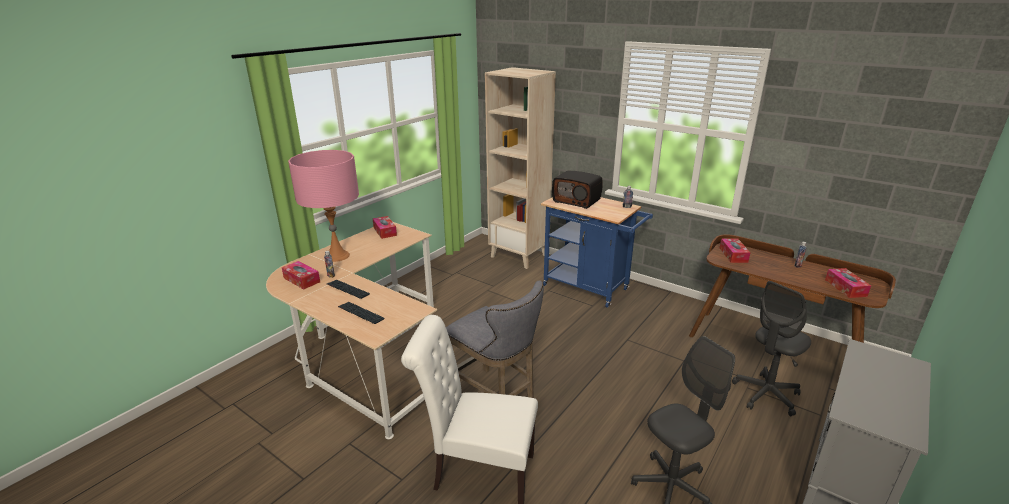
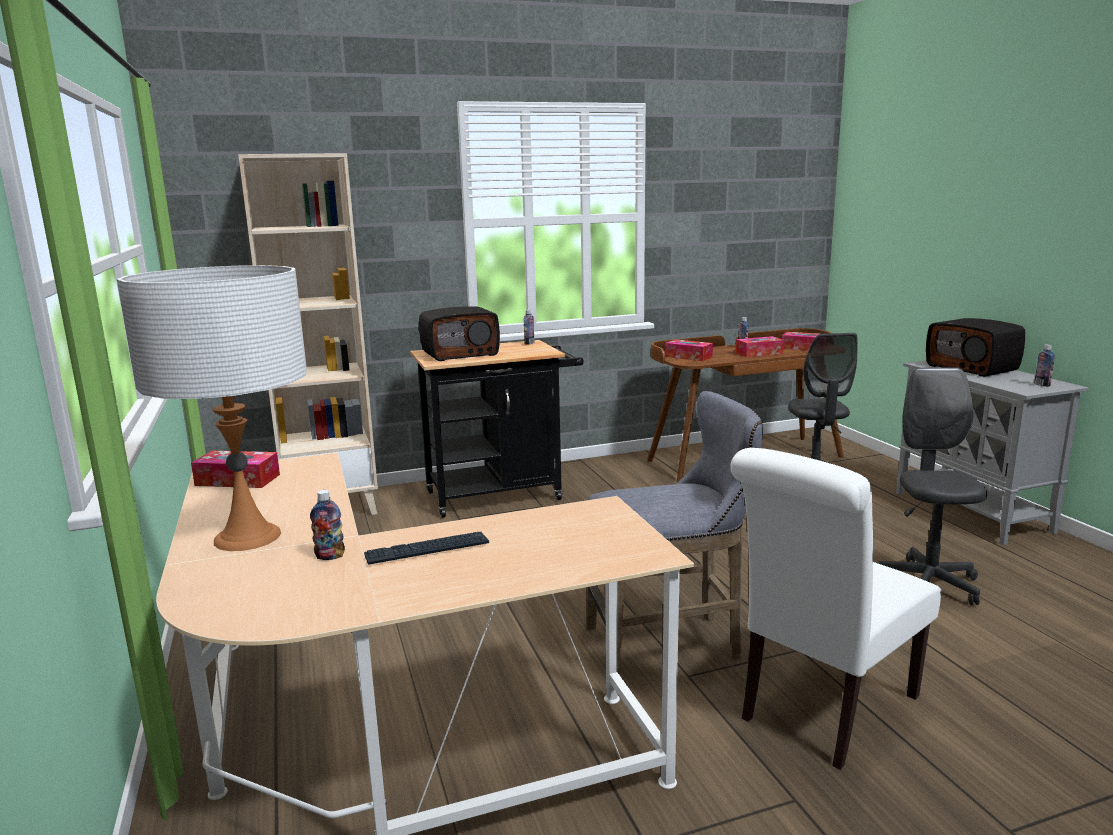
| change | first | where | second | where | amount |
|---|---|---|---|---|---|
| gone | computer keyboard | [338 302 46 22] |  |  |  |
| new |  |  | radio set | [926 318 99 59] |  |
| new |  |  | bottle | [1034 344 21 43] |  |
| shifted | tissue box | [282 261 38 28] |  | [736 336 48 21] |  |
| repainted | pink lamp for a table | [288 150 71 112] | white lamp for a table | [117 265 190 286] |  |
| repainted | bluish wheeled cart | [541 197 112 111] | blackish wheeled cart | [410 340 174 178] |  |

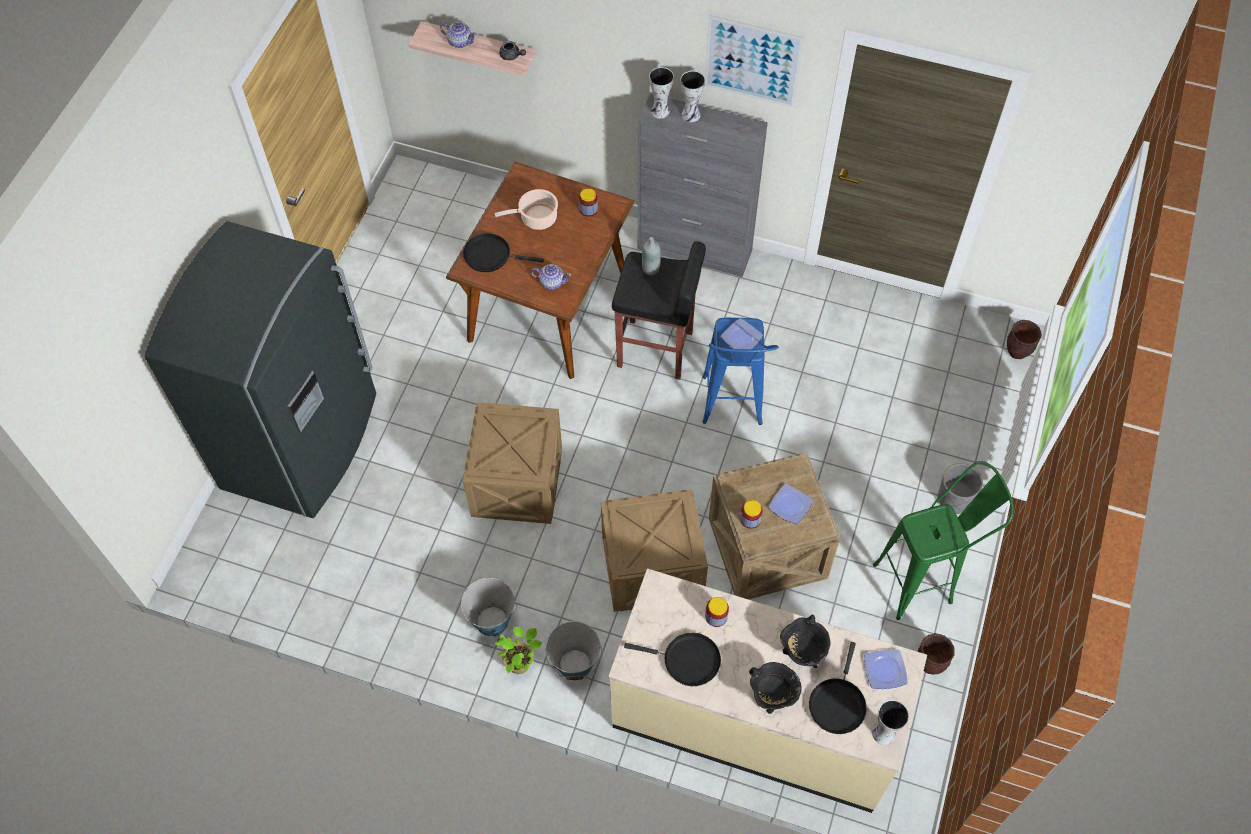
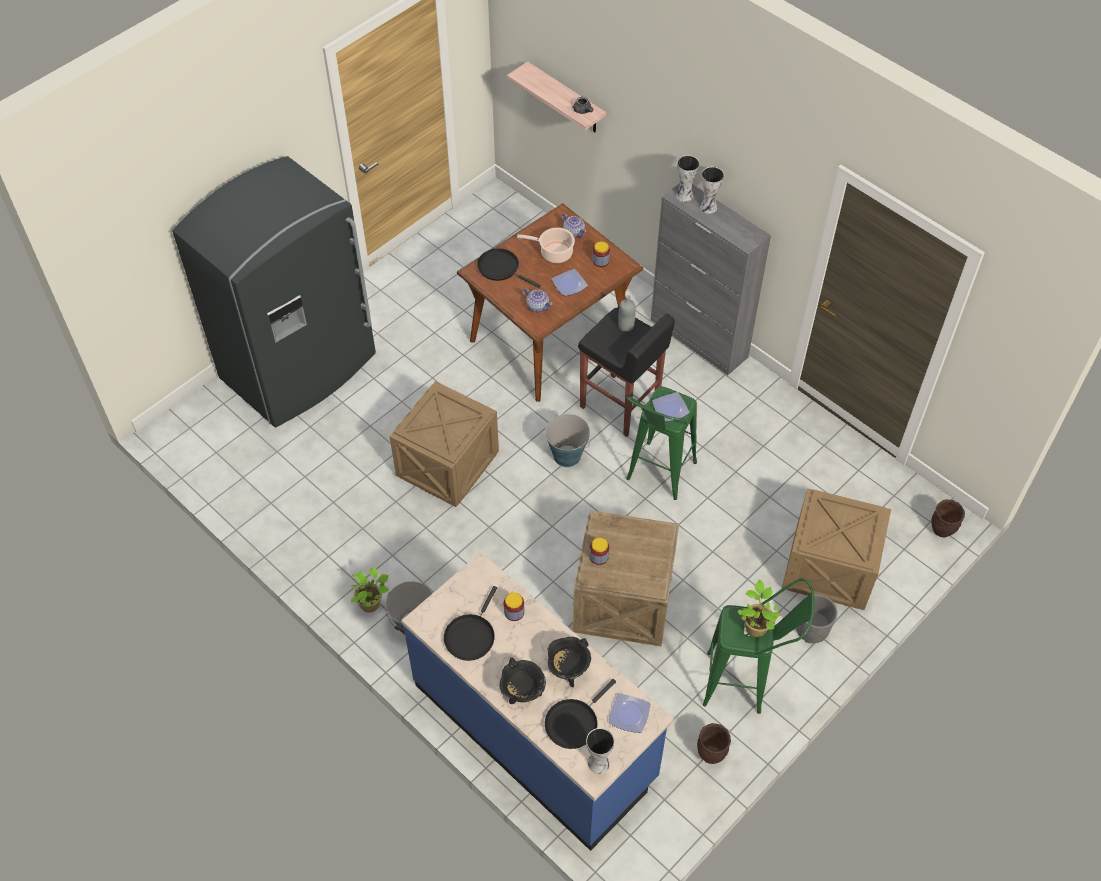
| change | first | where | second | where | amount |
|---|---|---|---|---|---|
| gone | picture | [704 15 100 93] |  |  |  |
| new |  |  | plant in a pot | [738 579 42 58] |  |
| shifted | teapot | [440 22 37 26] |  | [561 213 26 25] |  |
| shifted | pail | [461 578 56 59] |  | [545 414 45 53] |  |
| shifted | crate | [601 490 107 122] |  | [782 488 109 122] |  |
| shifted | dinner plate | [768 484 45 40] |  | [552 269 36 27] |  |
| repainted | beige counter | [608 568 319 245] | bluish counter | [402 552 271 299] |  |
| repainted | bluish stool seat | [702 318 77 107] | greenish stool seat | [626 386 71 114] |  |
| rotated | blackish frying pan | [624 633 97 53] |  | [444 586 53 75] | 75 degrees clockwise |

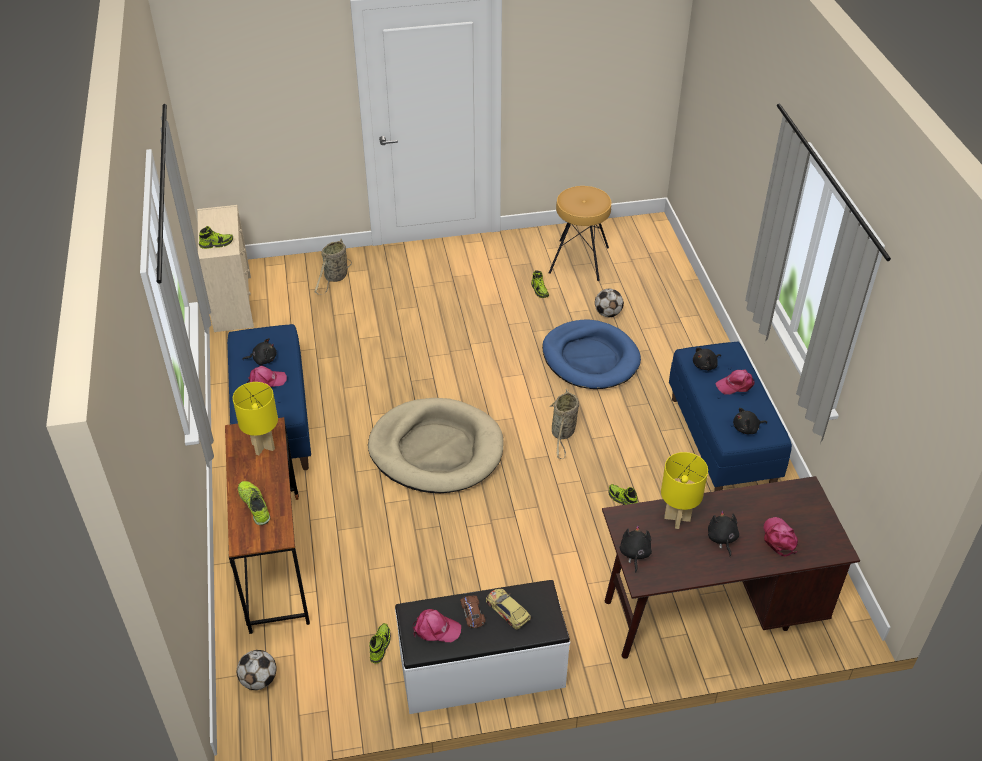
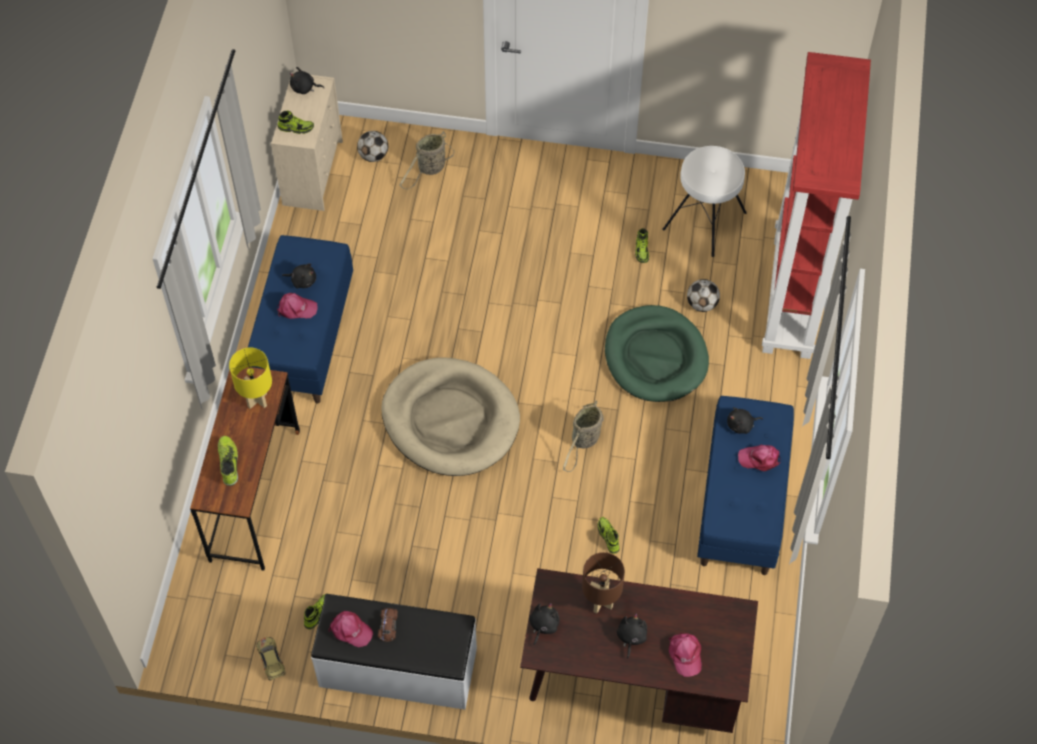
| change | first | where | second | where | amount |
|---|---|---|---|---|---|
| new |  |  | red bookcase | [762 52 109 307] |  |
| shifted | football ball | [237 650 40 40] |  | [357 131 31 31] |  |
| shifted | toy car | [486 589 45 41] |  | [256 637 30 43] |  |
| shifted | blackish soft toy | [733 408 35 26] |  | [290 67 34 27] |  |
| repainted | bluish dog cushion | [542 320 99 69] | greenish dog cushion | [605 305 104 97] |  |
| repainted | brownish stool seat | [549 186 62 95] | white stool seat | [662 146 85 111] |  |
| repainted | yellowish lamp for a table | [661 452 47 77] | brownish lamp for a table | [582 552 43 61] |  |
| rotated | pink cap | [763 517 35 40] |  | [668 633 34 44] | 150 degrees clockwise |

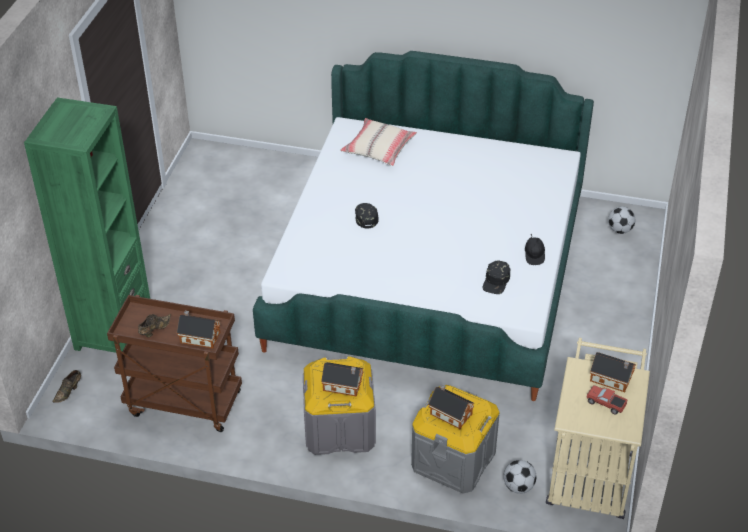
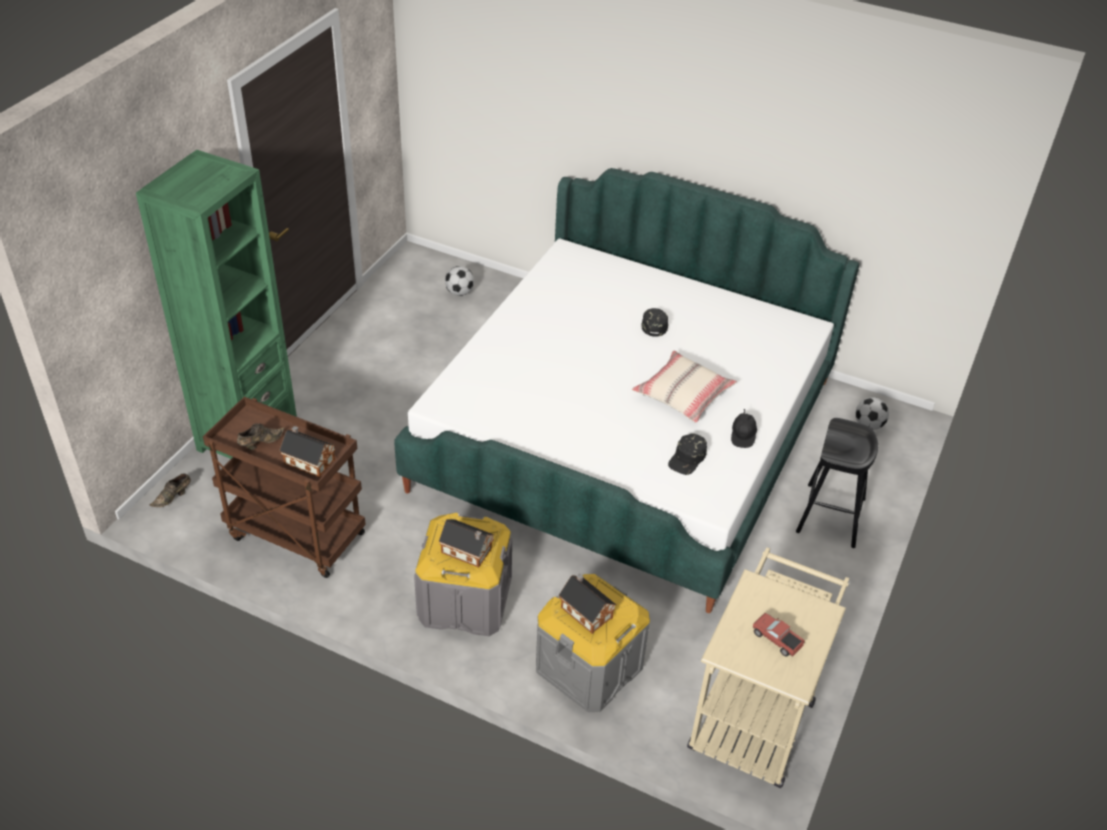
| change | first | where | second | where | amount |
|---|---|---|---|---|---|
| gone | miniature house | [590 352 46 40] |  |  |  |
| new |  |  | blackish stool seat | [796 418 82 130] |  |
| shifted | beige pillow | [340 118 77 48] |  | [632 351 105 72] |  |
| shifted | blackish cap | [355 203 24 26] |  | [641 308 27 29] |  |
| shifted | football ball | [503 460 33 34] |  | [445 266 29 30] |  |

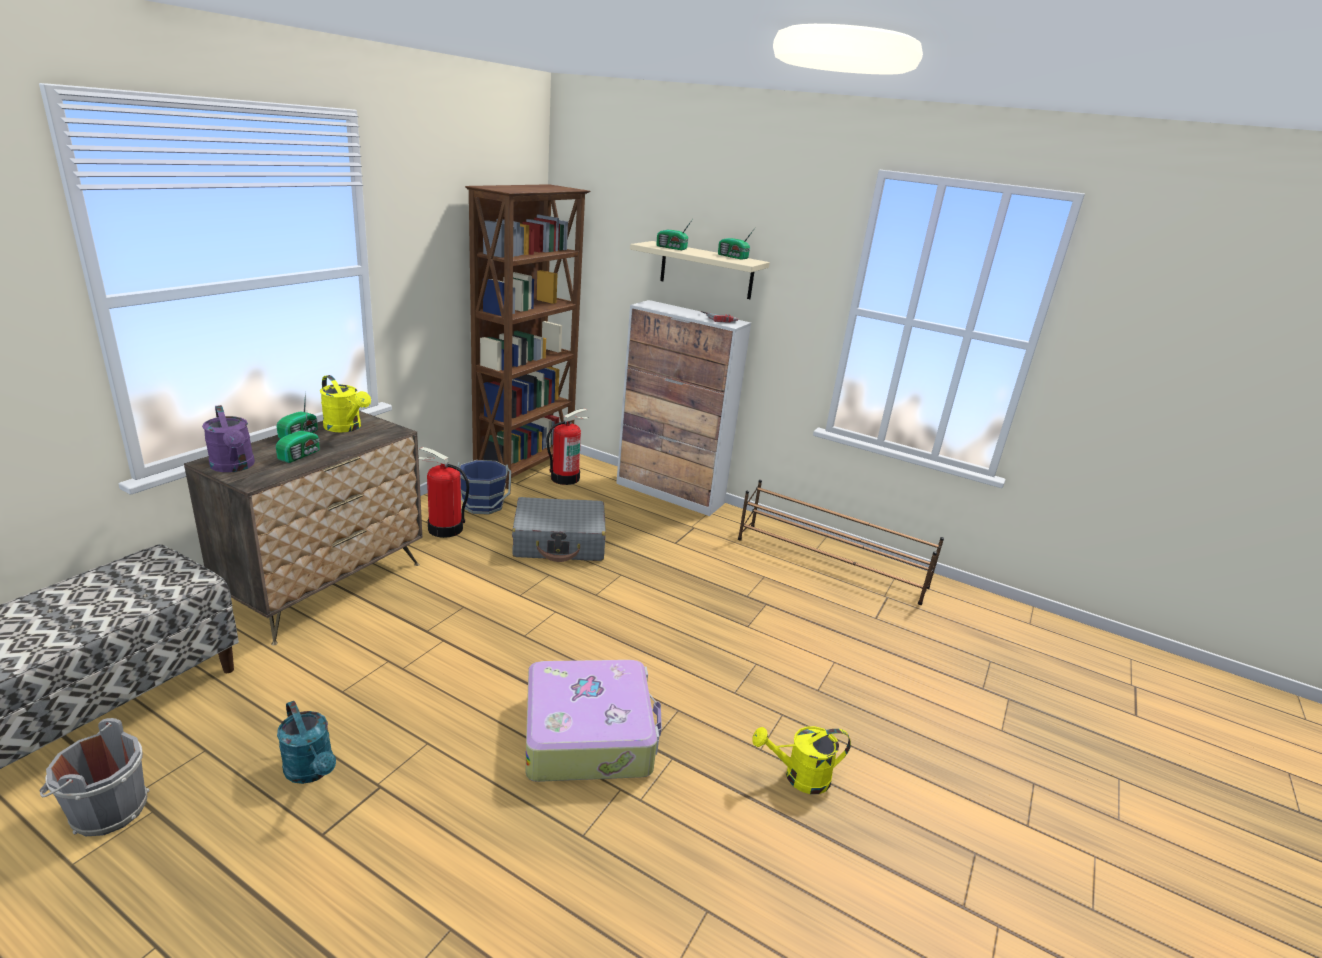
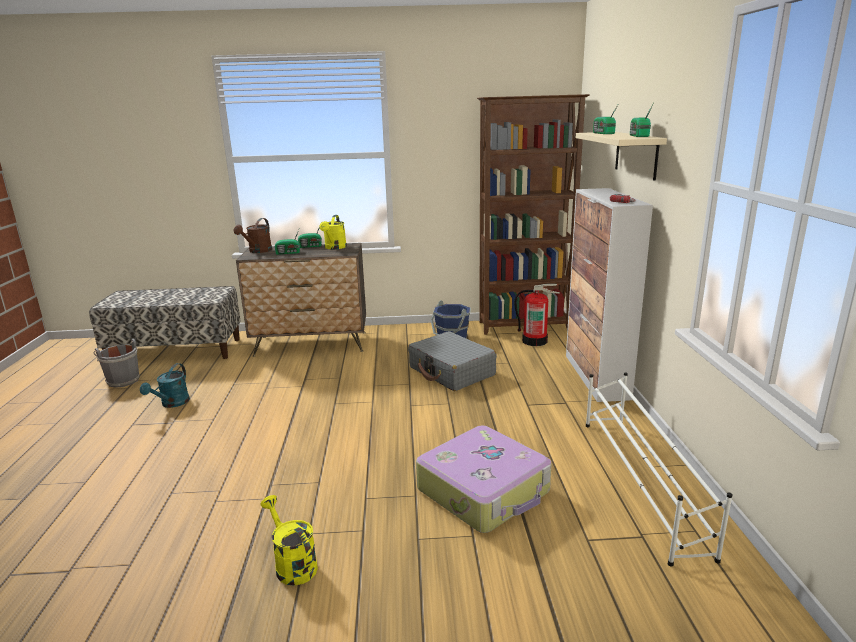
| change | first | where | second | where | amount |
|---|---|---|---|---|---|
| gone | fire-fighting cylinder | [419 447 50 91] |  |  |  |
| shifted | travel case | [525 660 137 122] |  | [416 425 136 108] |  |
| repainted | purple watering can | [202 405 53 67] | brownish watering can | [234 218 38 35] |  |
| repainted | brownish shoe shelf | [738 480 206 125] | white shoe shelf | [586 373 147 193] |  |

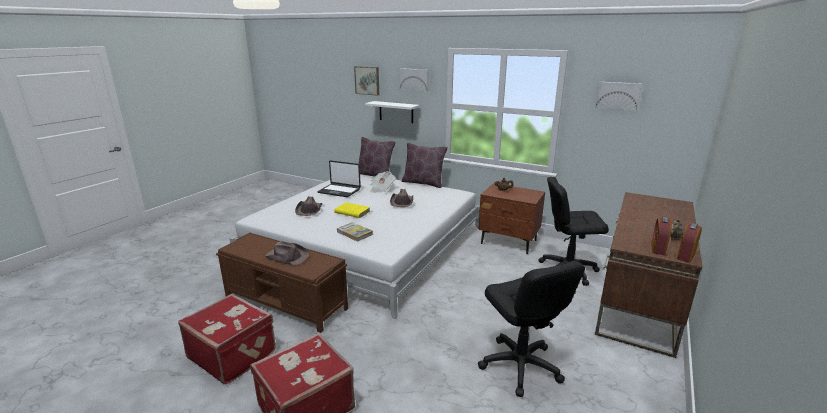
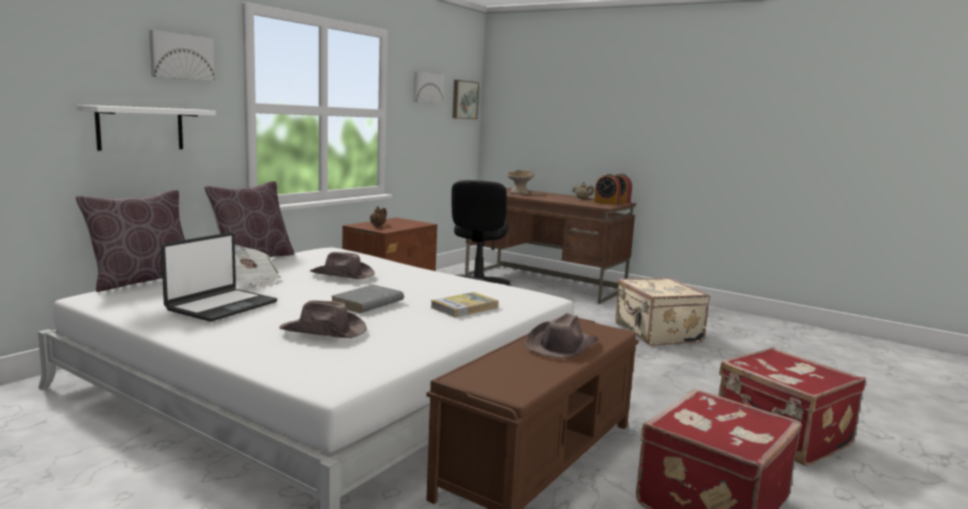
| change | first | where | second | where | amount |
|---|---|---|---|---|---|
| new |  |  | beige serving bowl | [507 170 28 24] |  |
| shifted | picture | [354 66 25 30] |  | [453 80 26 39] |  |
| swapped | blackish desk chair | [478 261 107 136] | beige travel case | [615 278 95 68] |  |
| repainted | yellowish volume | [334 202 37 16] | greyish volume | [332 285 72 28] |  |

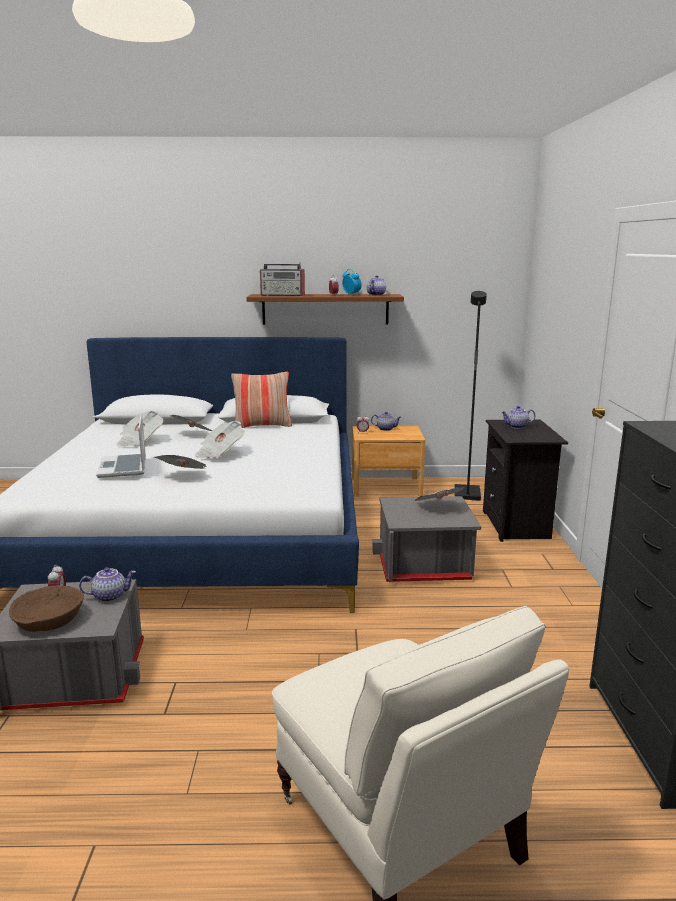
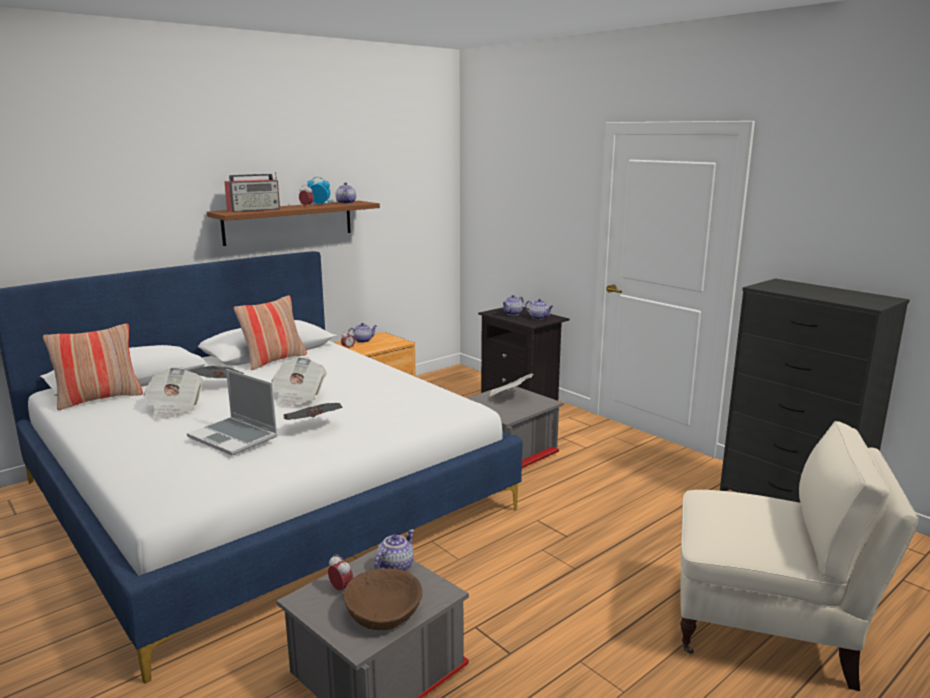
| change | first | where | second | where | amount |
|---|---|---|---|---|---|
| gone | blackish floor lamp | [455 291 32 210] |  |  |  |
| new |  |  | pillow | [43 323 100 87] |  |
| new |  |  | teapot | [525 299 28 21] |  |

